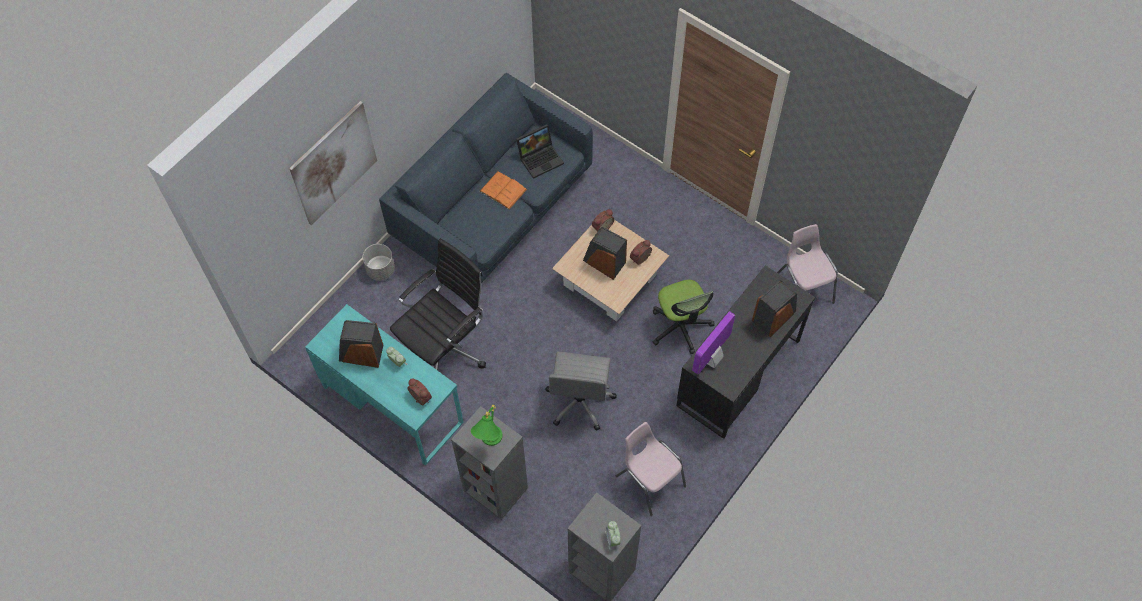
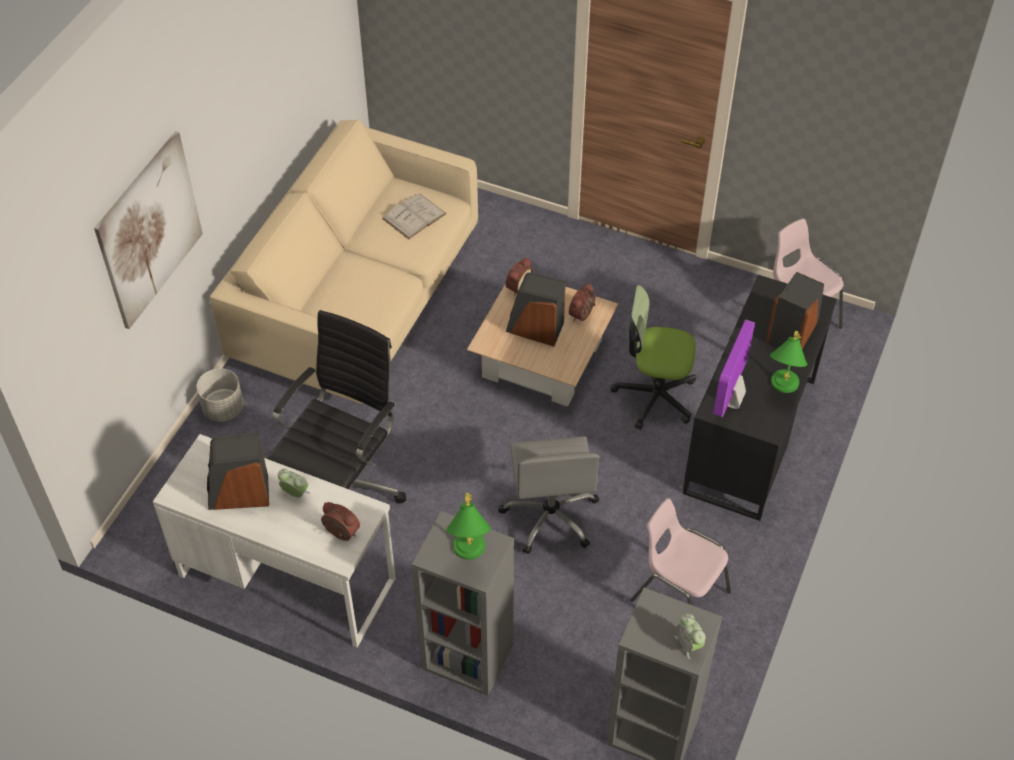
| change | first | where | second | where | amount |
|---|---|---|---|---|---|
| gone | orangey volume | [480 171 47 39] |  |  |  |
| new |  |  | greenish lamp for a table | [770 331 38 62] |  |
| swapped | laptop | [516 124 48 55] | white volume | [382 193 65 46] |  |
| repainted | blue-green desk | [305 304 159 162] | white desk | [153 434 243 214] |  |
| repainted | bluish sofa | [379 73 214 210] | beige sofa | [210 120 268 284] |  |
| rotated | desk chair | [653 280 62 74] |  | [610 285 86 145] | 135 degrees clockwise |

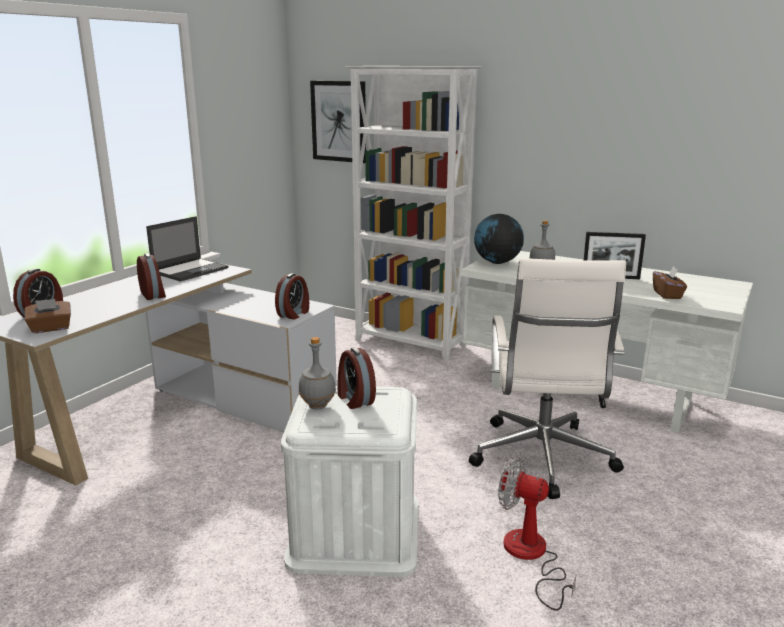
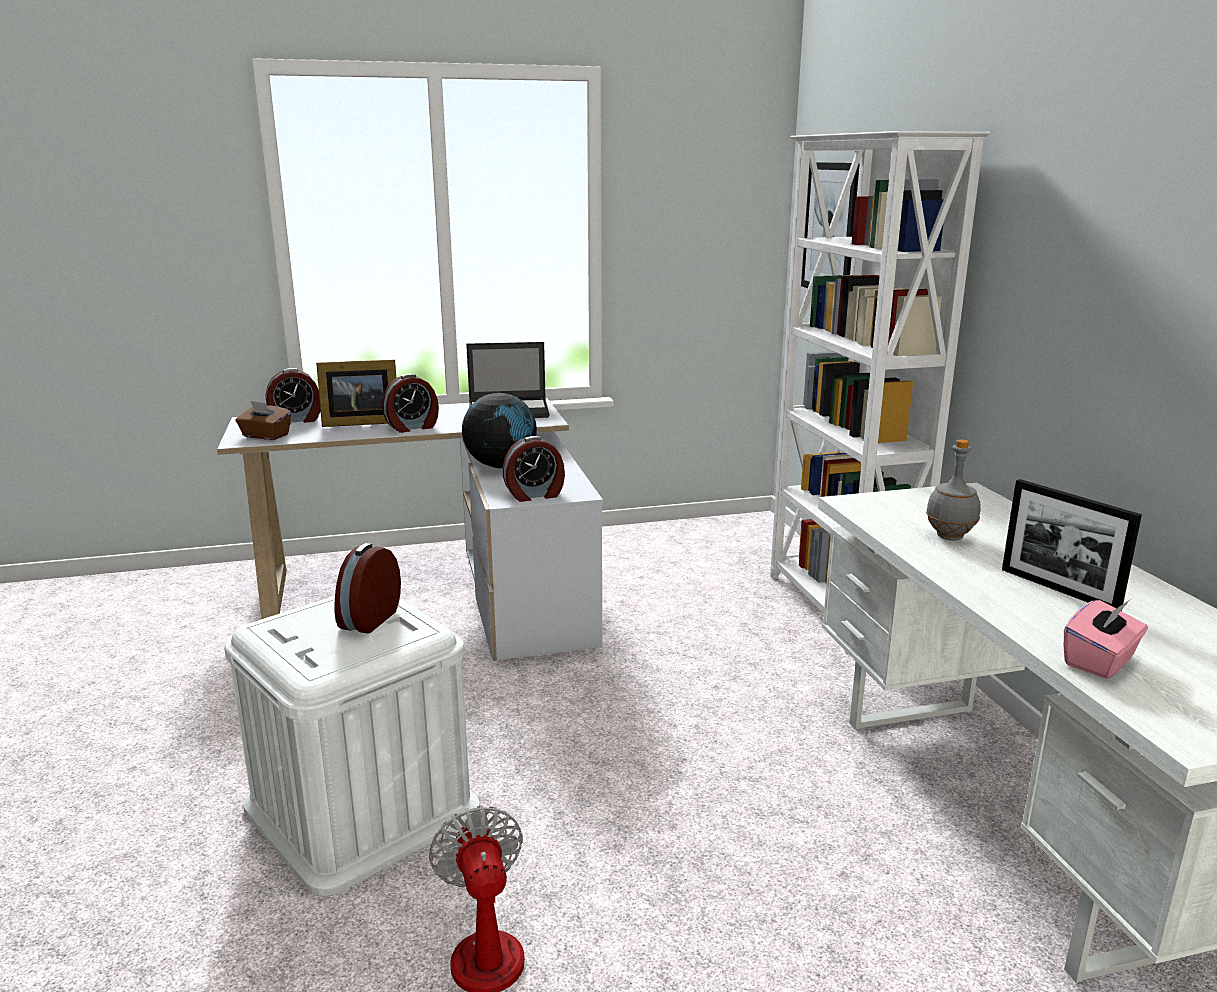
| change | first | where | second | where | amount |
|---|---|---|---|---|---|
| gone | greyish bottle | [299 337 37 73] |  |  |  |
| gone | white desk chair | [469 258 157 241] |  |  |  |
| new |  |  | standing frame | [316 360 80 67] |  |
| shifted | globe | [474 214 50 50] |  | [462 393 75 75] |  |
| repainted | brownish tissue box | [653 266 34 33] | pink tissue box | [1064 600 84 79] |  |
| rotated | bedside clock | [137 253 29 47] |  | [382 374 57 59] | 45 degrees clockwise |

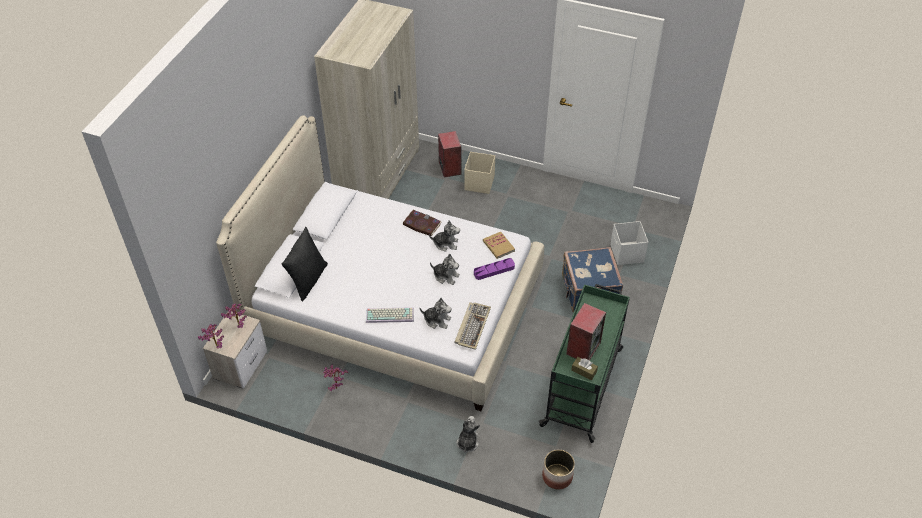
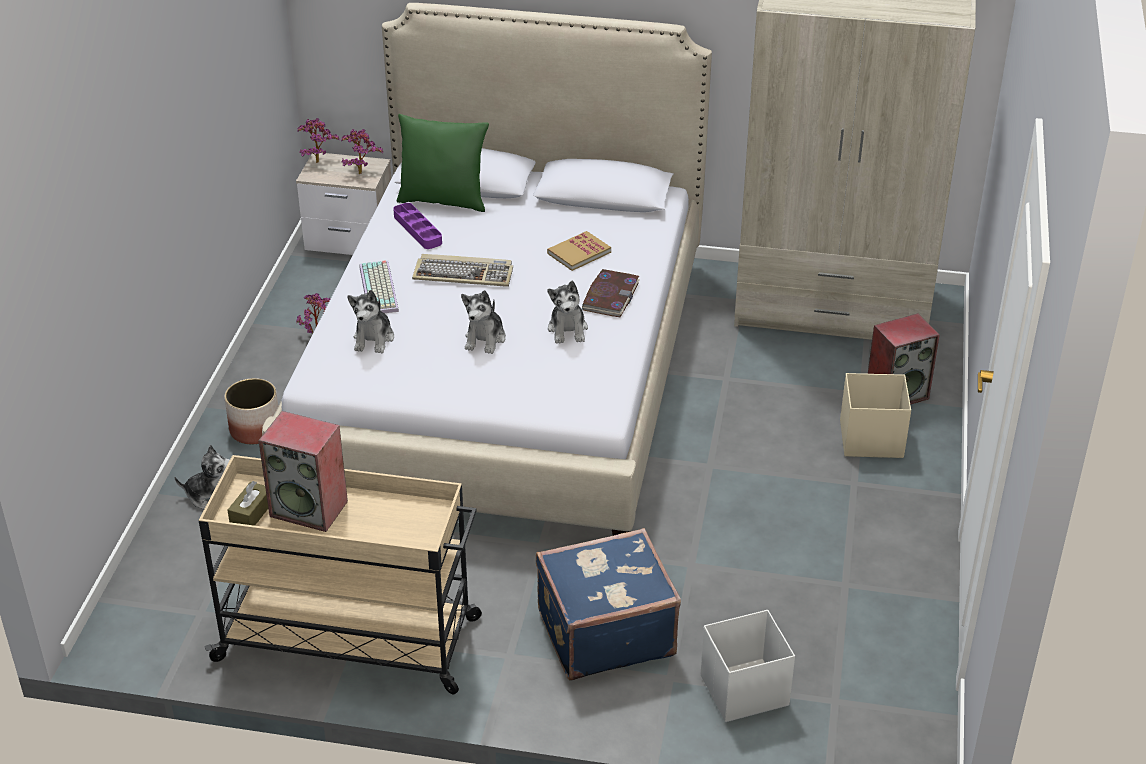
| change | first | where | second | where | amount |
|---|---|---|---|---|---|
| shifted | computer keyboard | [454 302 37 48] |  | [412 254 101 33] |  |
| shifted | purple serving tray | [474 258 41 22] |  | [393 203 49 46] |  |
| shifted | volume | [483 232 32 27] |  | [547 231 64 40] |  |
| shifted | planter | [542 449 33 41] |  | [224 378 54 66] |  |
| repainted | blackish pillow | [282 227 46 75] | greenish pillow | [396 114 93 98] |  |
| repainted | greenish wheeled cart | [538 284 92 159] | beige wheeled cart | [199 455 283 240] |  |

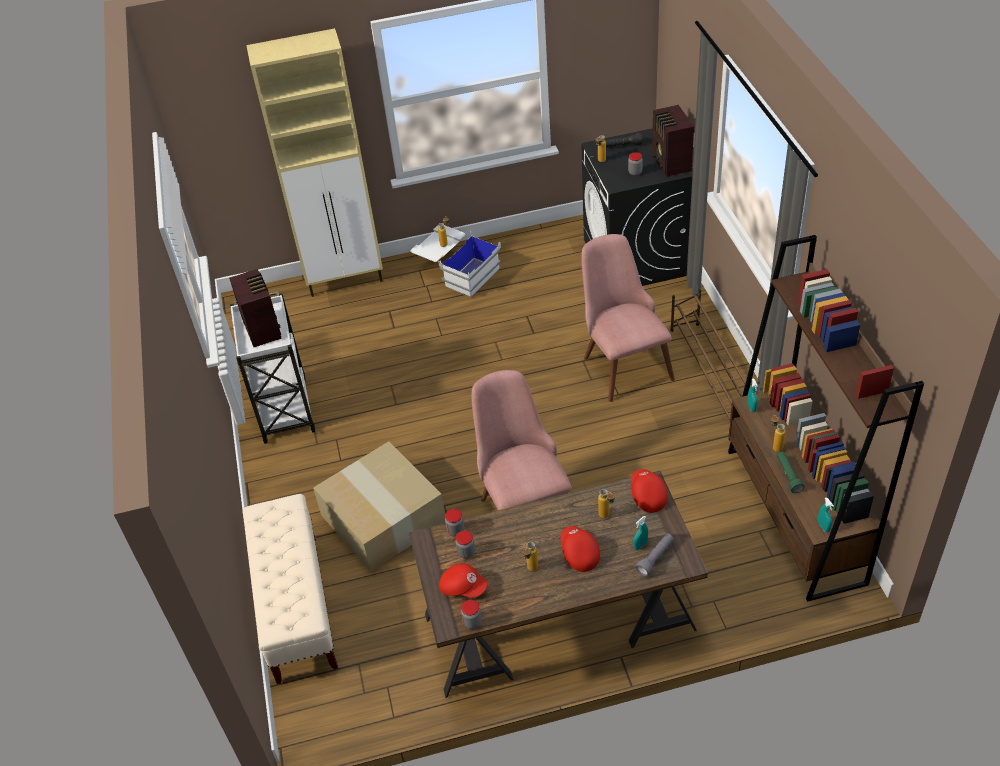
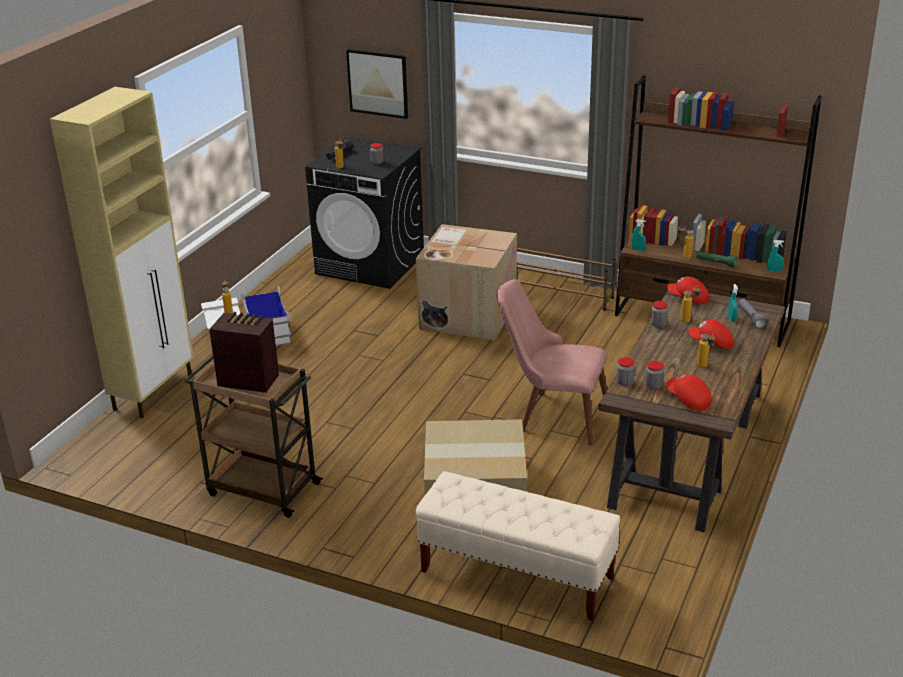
| change | first | where | second | where | amount |
|---|---|---|---|---|---|
| gone | radio set | [652 105 42 72] |  |  |  |
| new |  |  | picture | [346 49 62 70] |  |
| shifted | jar | [461 600 21 29] |  | [651 301 17 26] |  |
| swapped | pink plain chair | [581 234 94 168] | carton | [416 224 101 116] |  |
| repainted | white wheeled cart | [230 291 85 153] | brownish wheeled cart | [185 356 138 162] |  |
| rotated | red cap | [439 563 48 35] |  | [666 374 46 37] | 105 degrees counterclockwise |

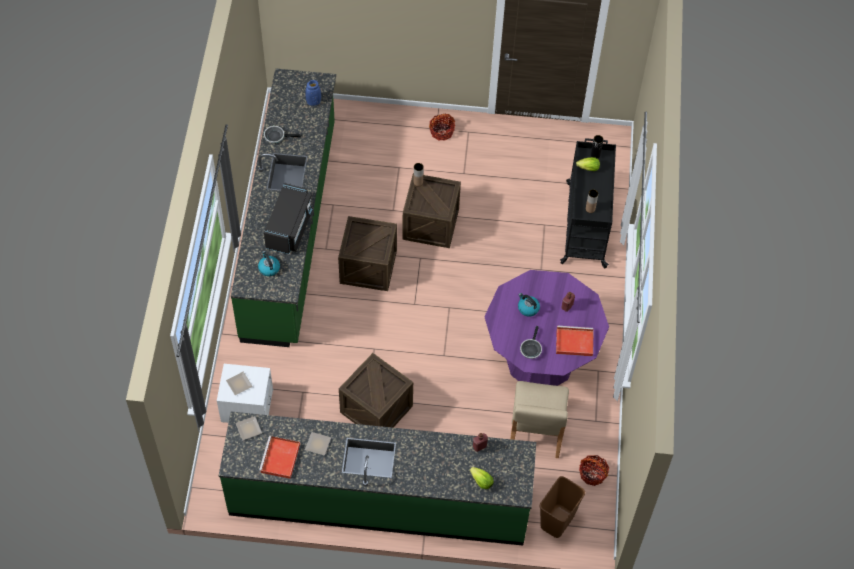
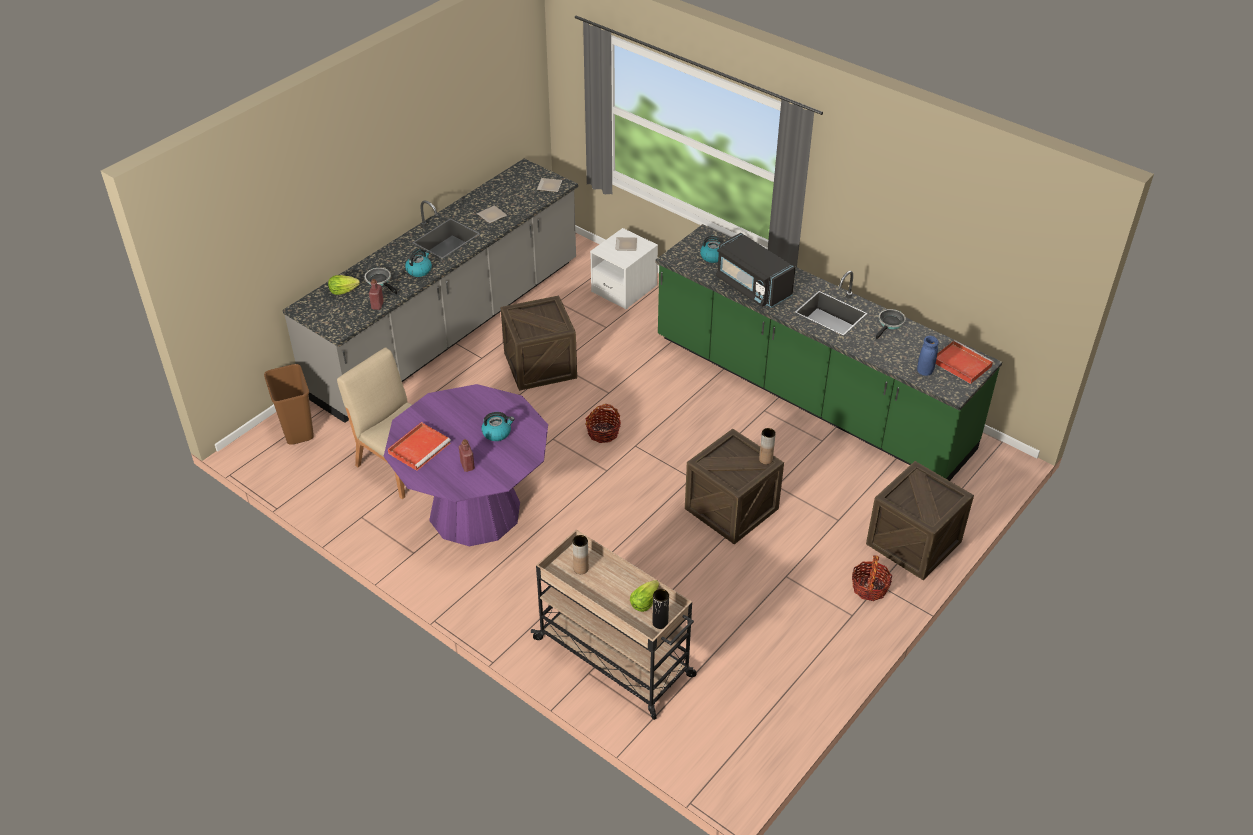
| change | first | where | second | where | amount |
|---|---|---|---|---|---|
| new |  |  | water kettle | [405 249 27 28] |  |
| shifted | red serving tray | [259 436 41 43] |  | [936 340 58 44] |  |
| shifted | crate | [338 216 59 75] |  | [866 461 108 119] |  |
| shifted | frying pan | [520 326 22 33] |  | [365 268 32 27] |  |
| shifted | storage basket | [579 455 30 31] |  | [585 404 36 39] |  |
| repainted | greenish counter | [219 412 317 134] | greyish counter | [282 159 296 264] |  |
| repainted | blackish wheeled cart | [560 138 56 130] | beige wheeled cart | [531 529 166 191] |  |

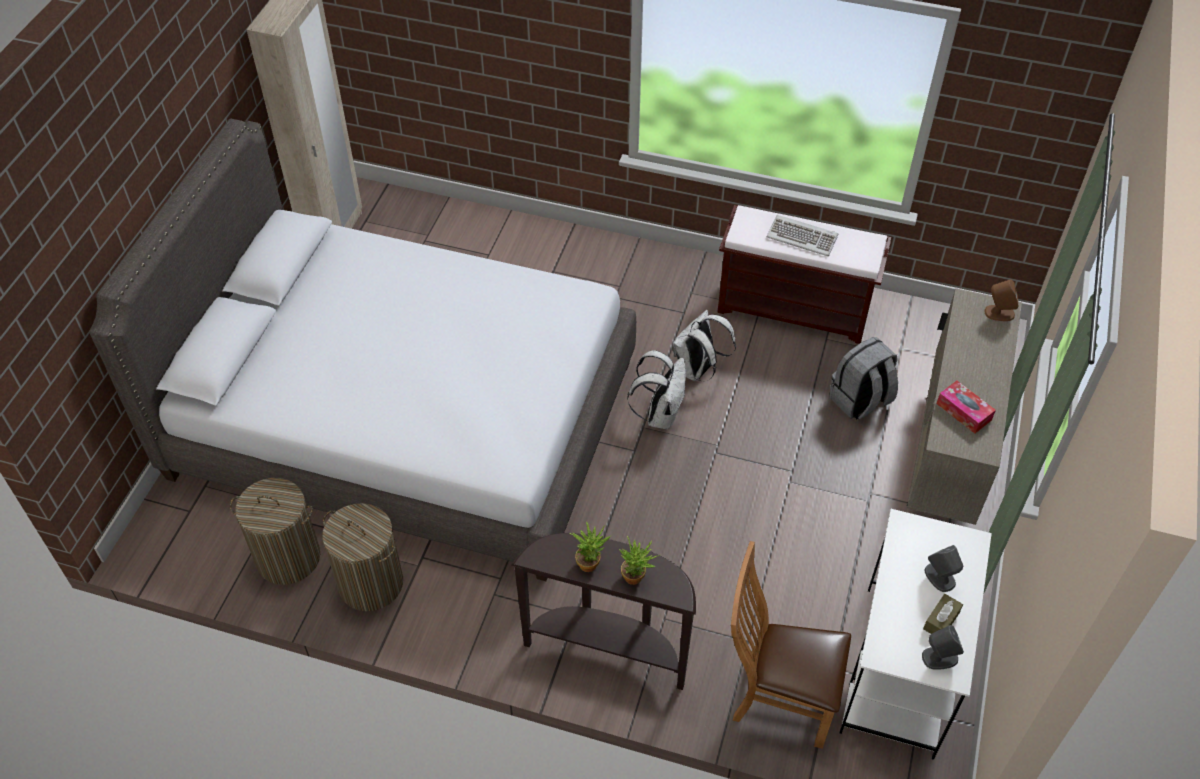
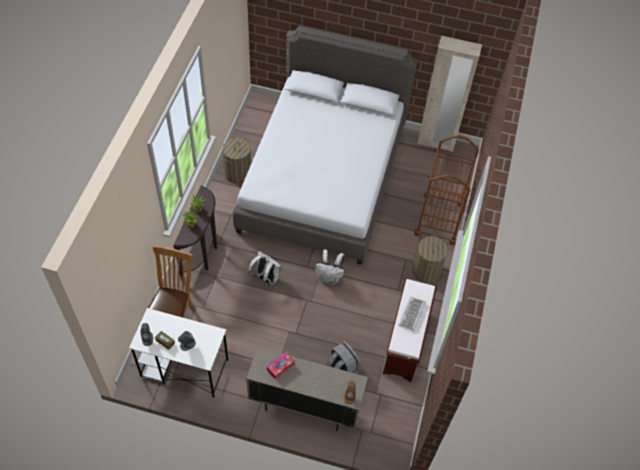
| change | first | where | second | where | amount |
|---|---|---|---|---|---|
| new |  |  | brownish wheeled cart | [414 135 65 110] |  |
| shifted | laundry basket | [230 478 90 107] |  | [412 235 36 48] |  |
| shifted | white knapsack | [672 310 64 72] |  | [249 251 33 35] |  |

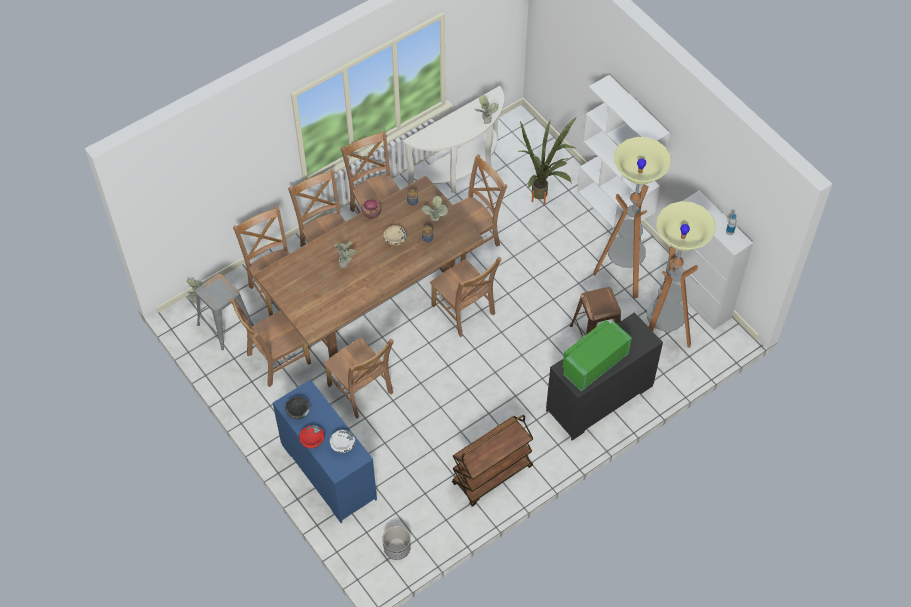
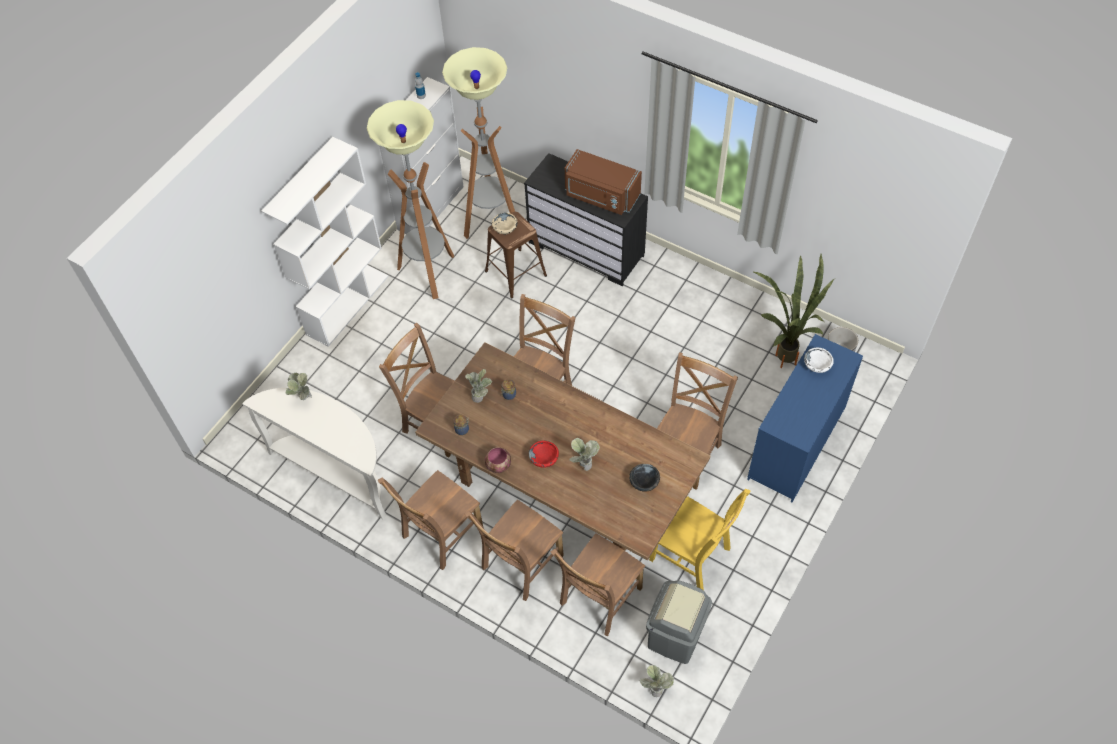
| change | first | where | second | where | amount |
|---|---|---|---|---|---|
| gone | brownish wheeled cart | [452 415 82 92] |  |  |  |
| shifted | blackish serving bowl | [285 397 25 22] |  | [629 464 31 28] |  |
| shifted | red serving bowl | [299 425 26 23] |  | [529 441 30 27] |  |
| shifted | beige serving bowl | [383 225 23 20] |  | [492 213 26 22] |  |
| shifted | plant in a pot | [518 117 59 87] |  | [752 254 82 114] |  |
| swapped | greyish stool seat | [196 274 58 76] | greyish rubbish bin | [646 581 66 83] |  |
| repainted | brownish plain chair | [229 298 82 89] | yellowish plain chair | [649 489 102 101] |  |
| repainted | greenish kitchen microwave | [562 320 70 71] | brownish kitchen microwave | [565 149 77 66] |  |

